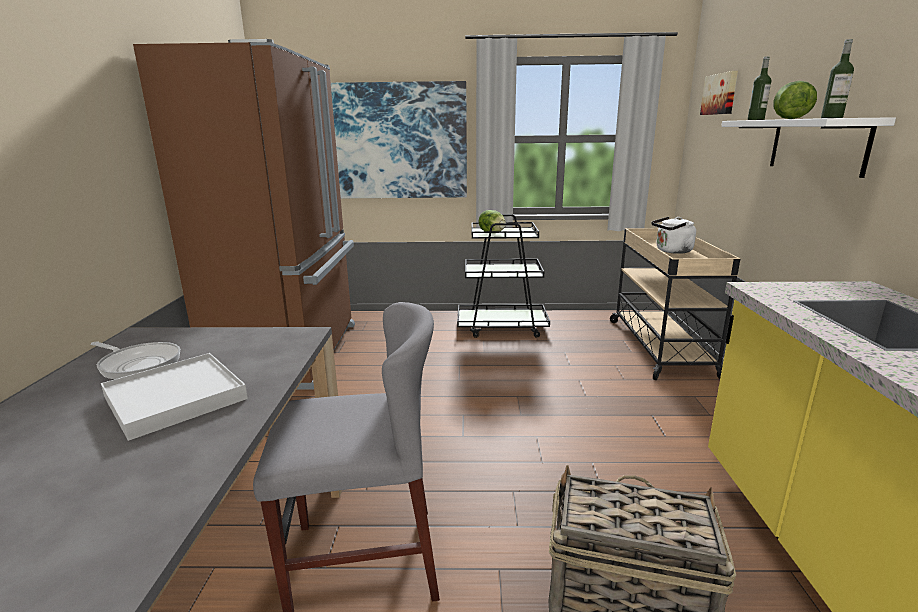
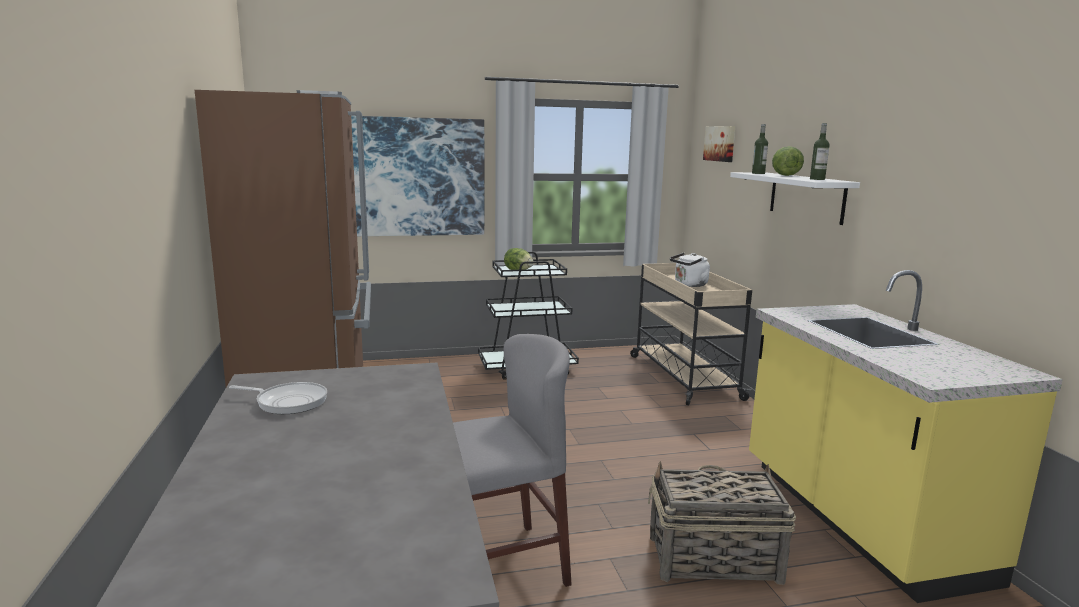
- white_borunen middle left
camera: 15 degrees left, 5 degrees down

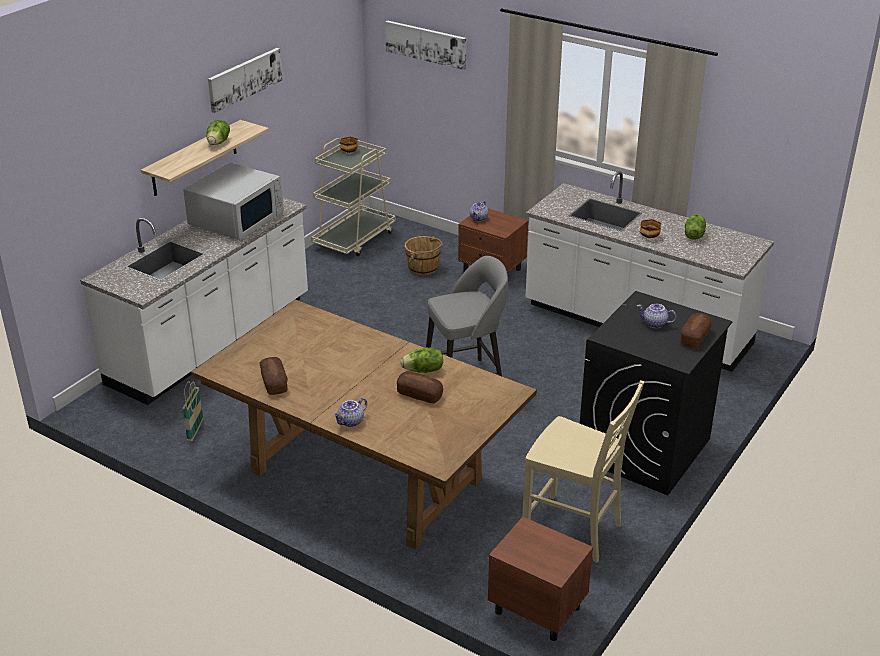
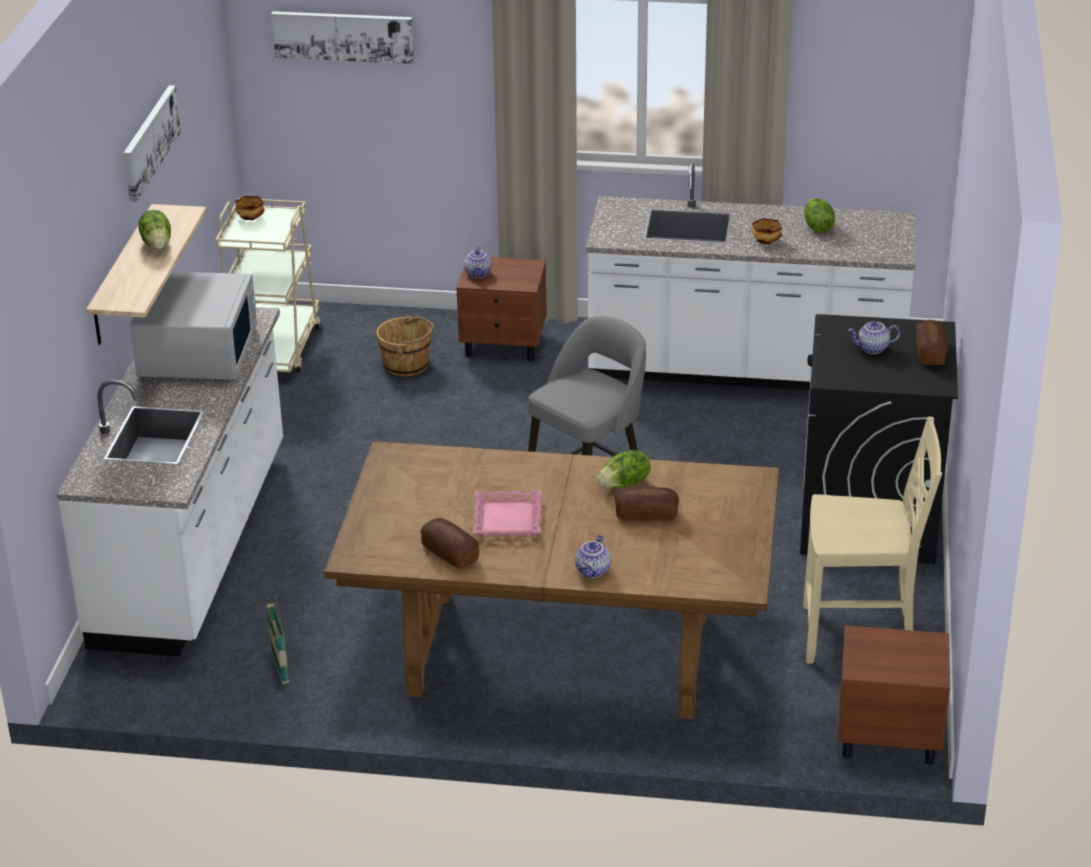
+ pink_borunen centre
camera: 25 degrees left, 0 degrees up

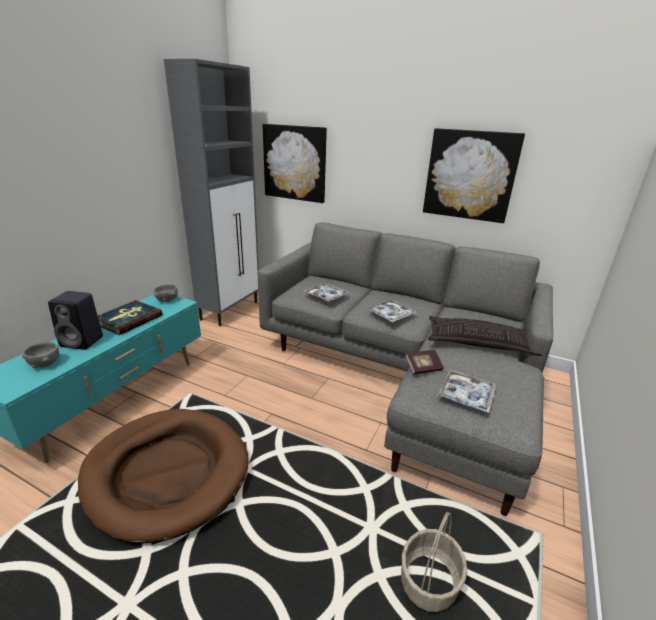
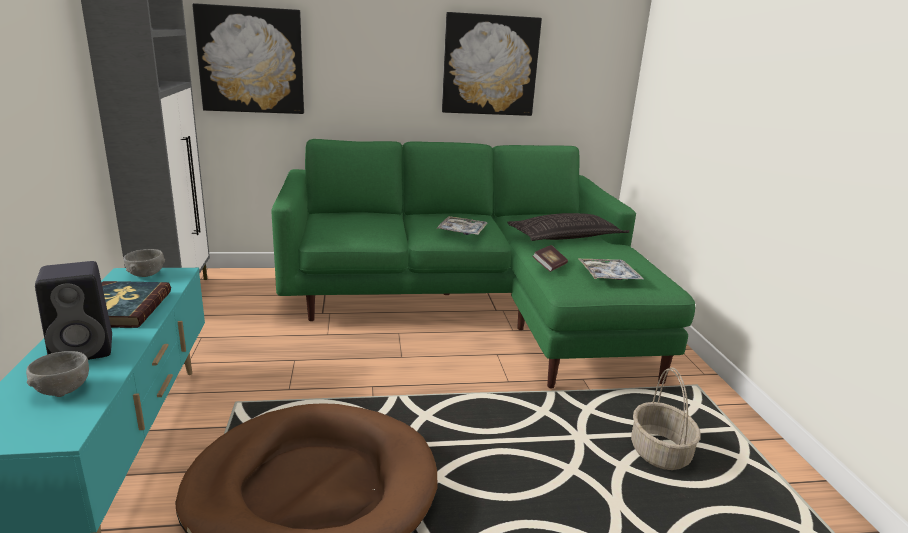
~ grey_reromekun centre to green_reromekun centre
- borunen (1st from left) centre
camera: 35 degrees left, 5 degrees down

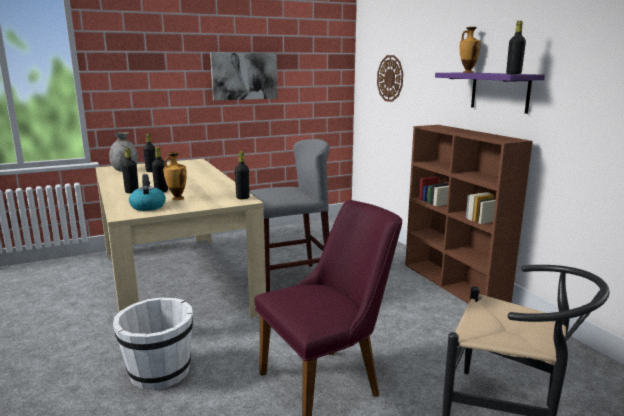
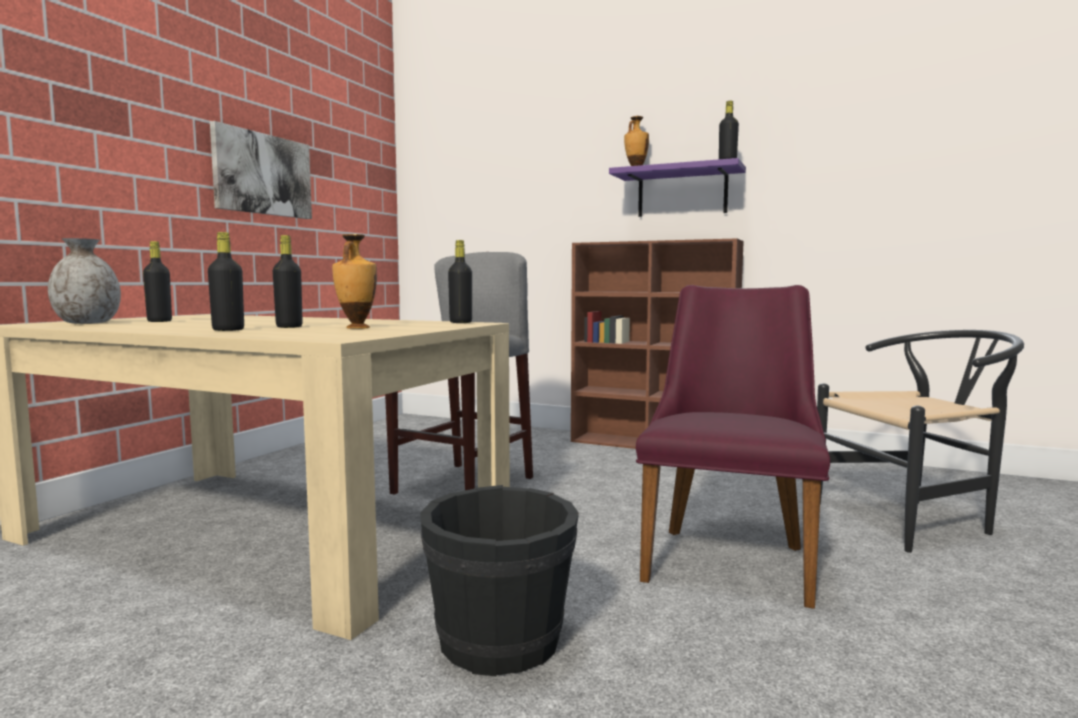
- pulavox top centre
- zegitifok middle left
~ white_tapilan bottom left to black_tapilan bottom centre
camera: 40 degrees left, 10 degrees down

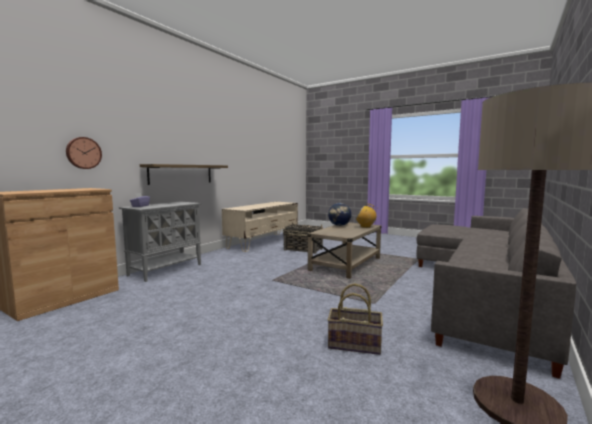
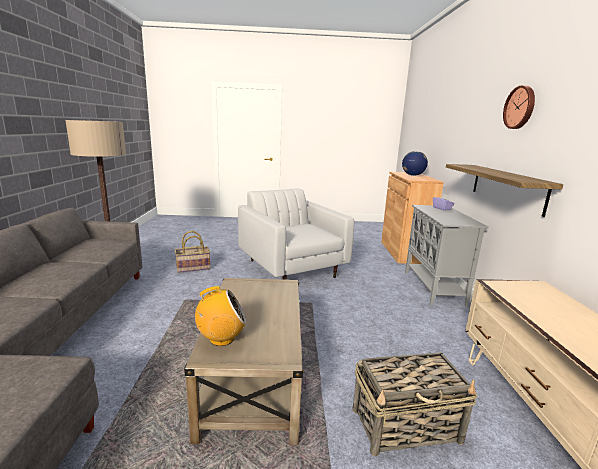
~ pulavox middle left to top right
~ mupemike centre to middle right
+ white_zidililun centre
camera: 145 degrees right, 10 degrees up

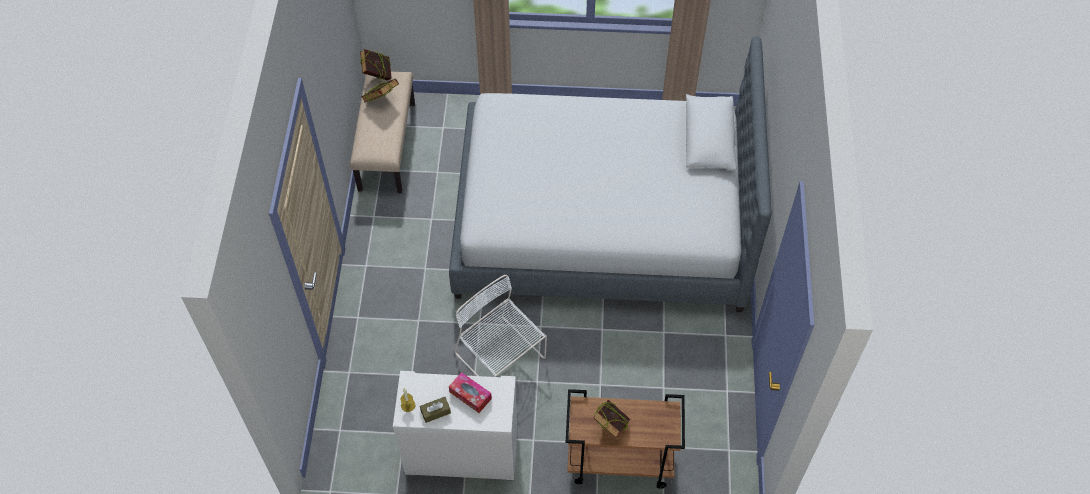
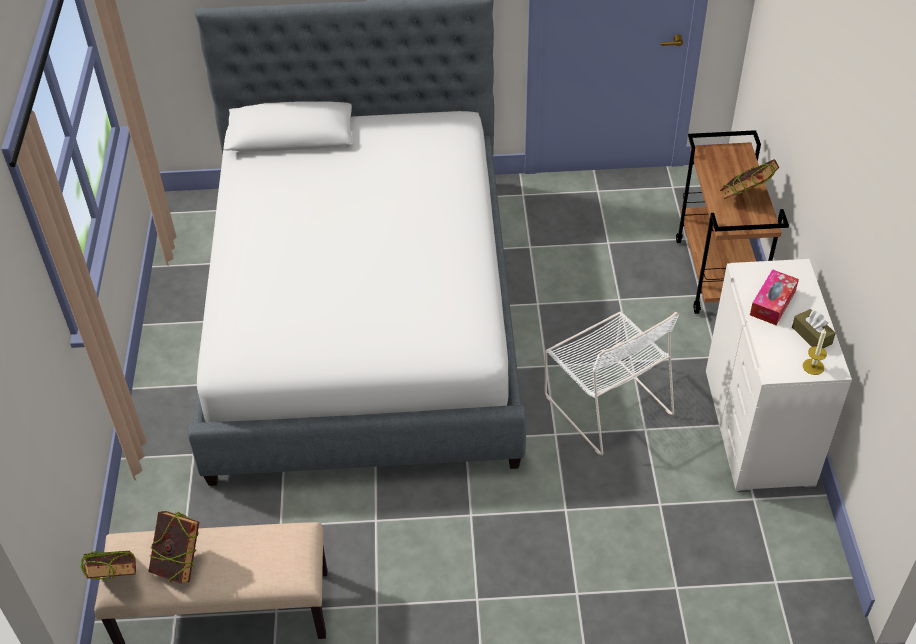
~ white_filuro centre = middle right 75 degrees counterclockwise
camera: 95 degrees left, 10 degrees down

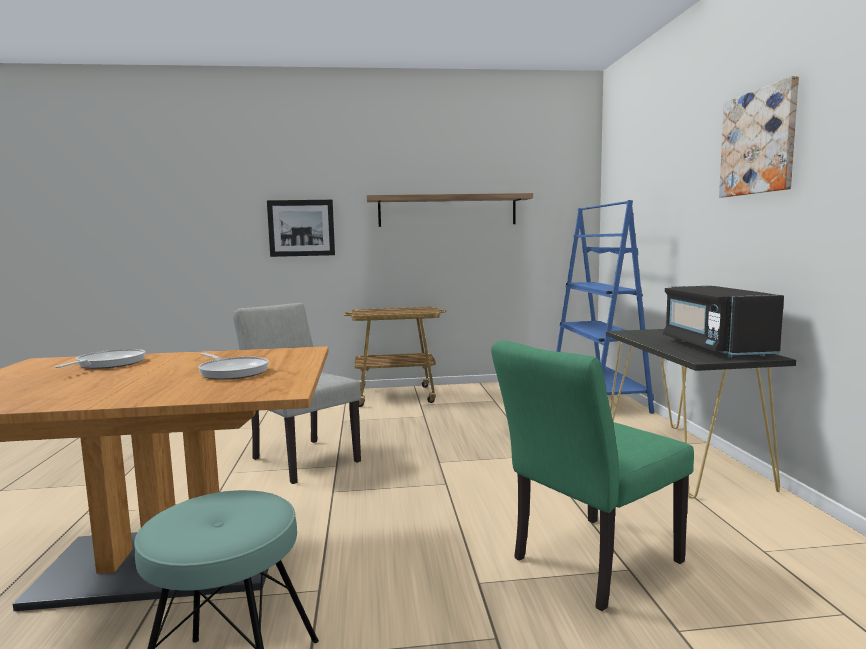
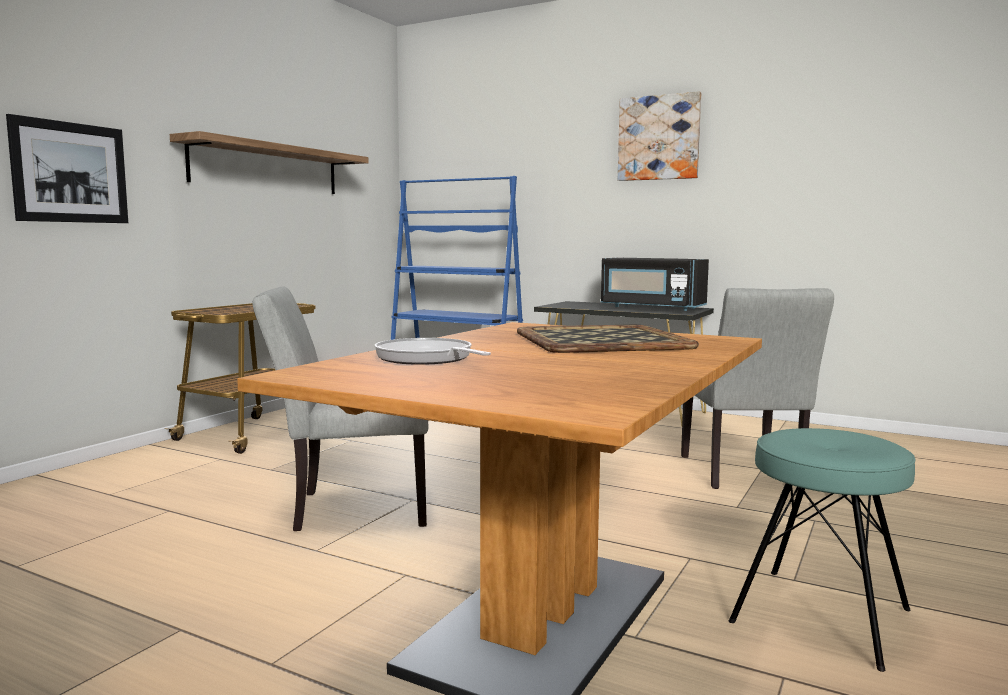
~ green_filuro bottom right to grey_filuro (2nd from left) middle right
~ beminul (2nd from left) middle left to borunen centre
camera: 55 degrees left, 0 degrees up

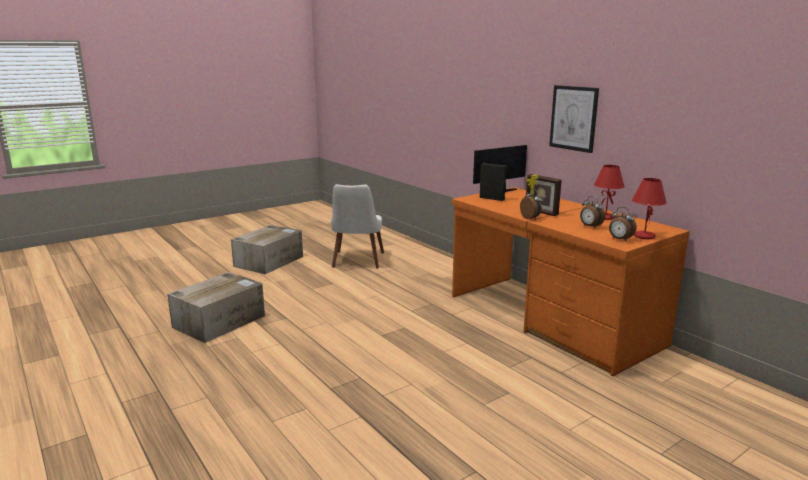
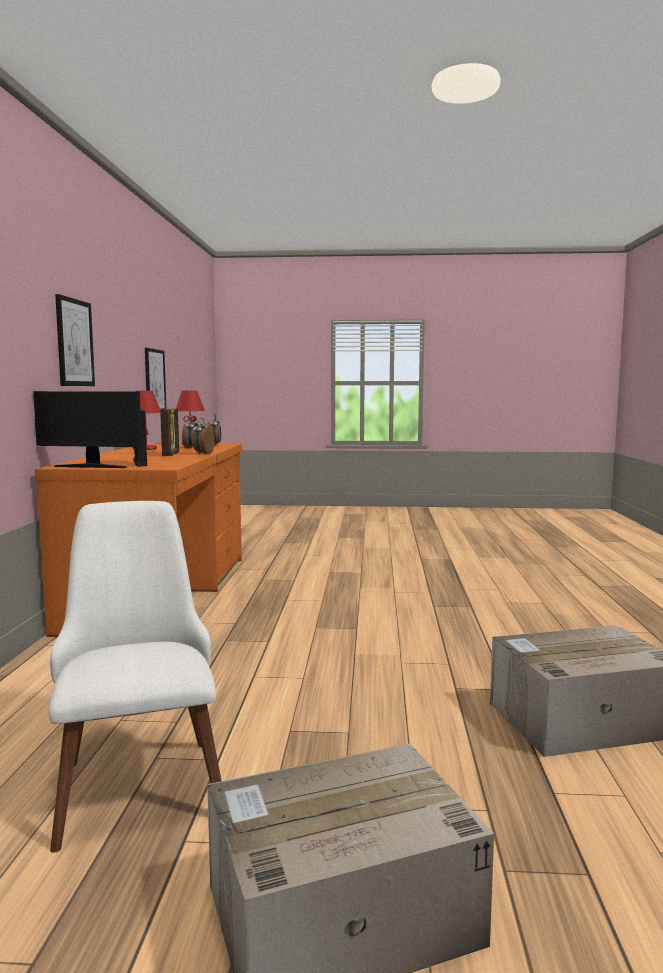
~ white_filuro centre = bottom left 60 degrees counterclockwise
+ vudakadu (2nd from left) middle left
camera: 140 degrees left, 10 degrees down

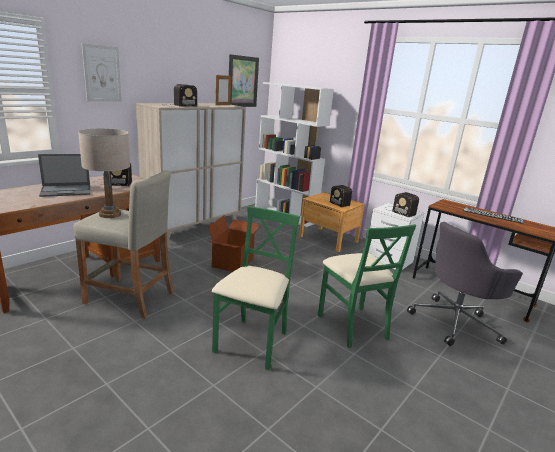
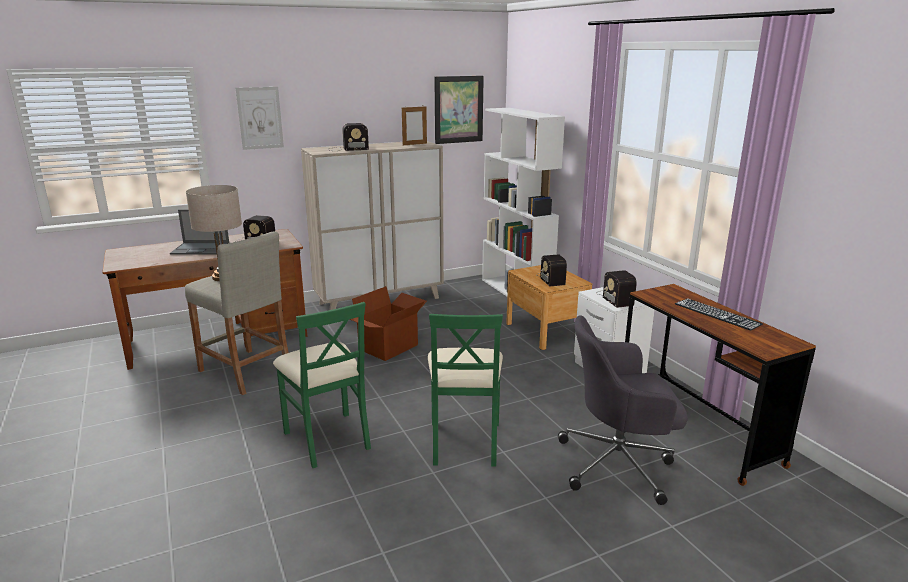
~ green_filuro (1st from left) centre = centre 105 degrees clockwise
camera: 25 degrees right, 0 degrees up

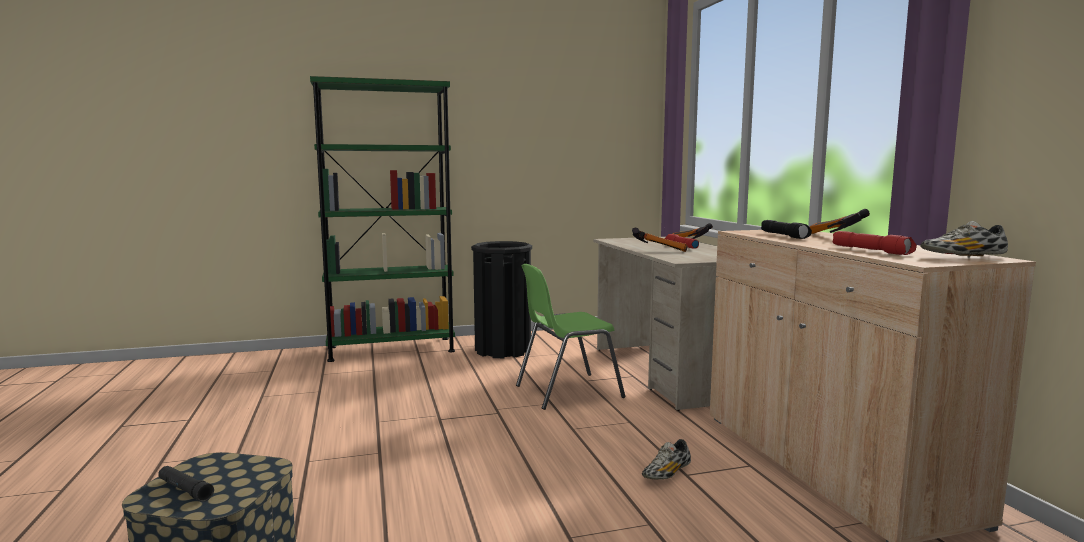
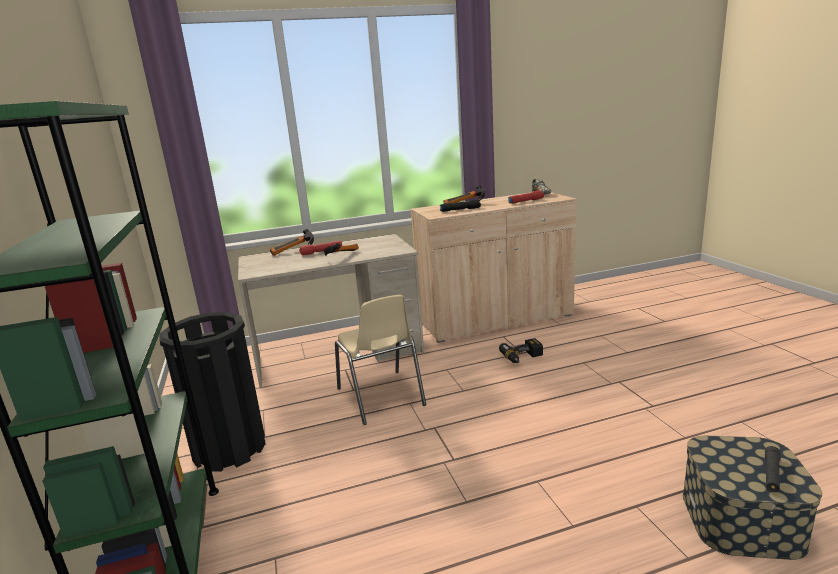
~ green_filuro centre to beige_filuro centre
~ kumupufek (1st from left) bottom centre to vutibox centre
camera: 90 degrees left, 10 degrees up

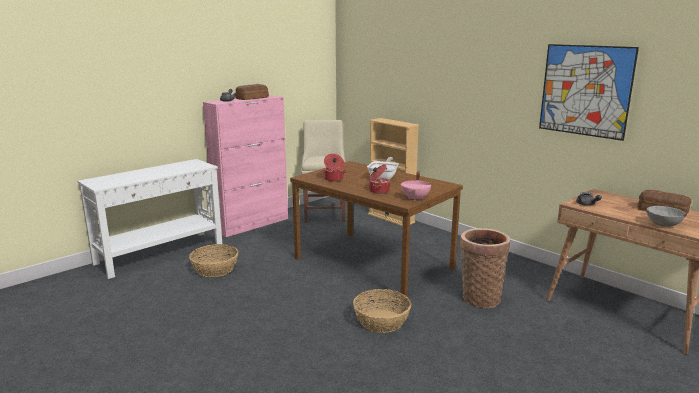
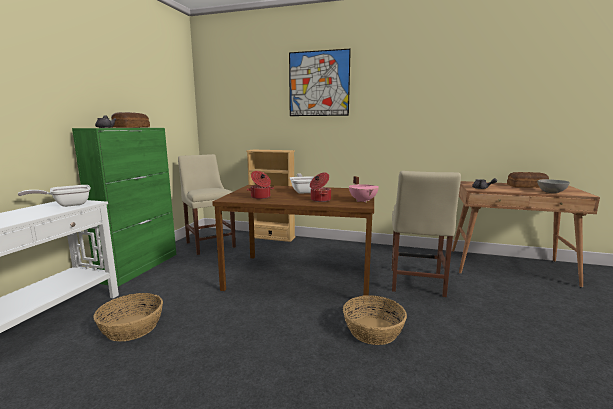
~ vudakadu top right to top centre
~ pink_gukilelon centre to green_gukilelon middle left
~ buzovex (3rd from left) bottom right to beige_filuro (2nd from left) middle right
+ beminul (1st from left) middle left
camera: 30 degrees left, 5 degrees down

